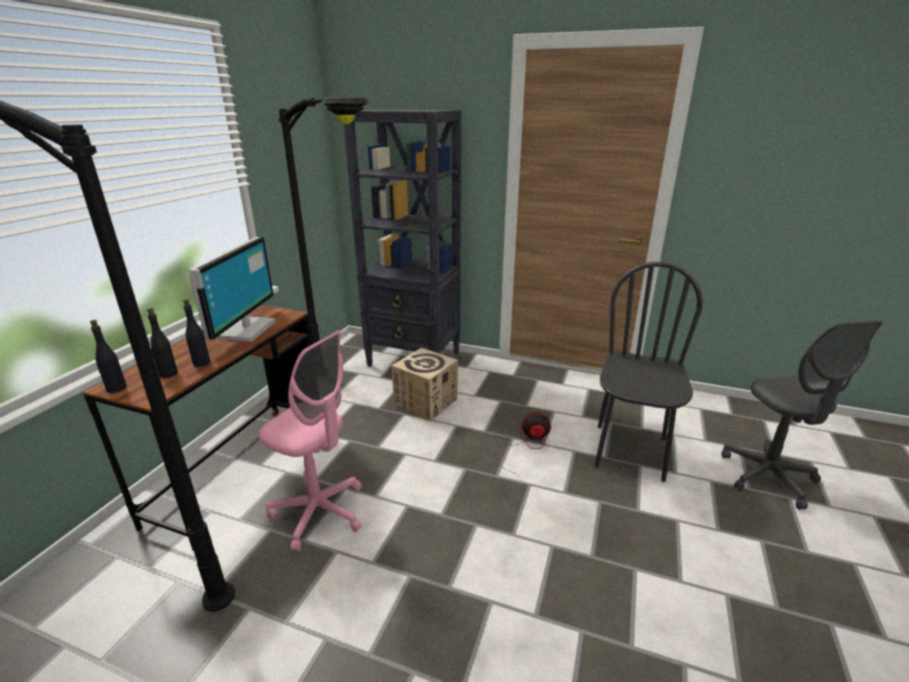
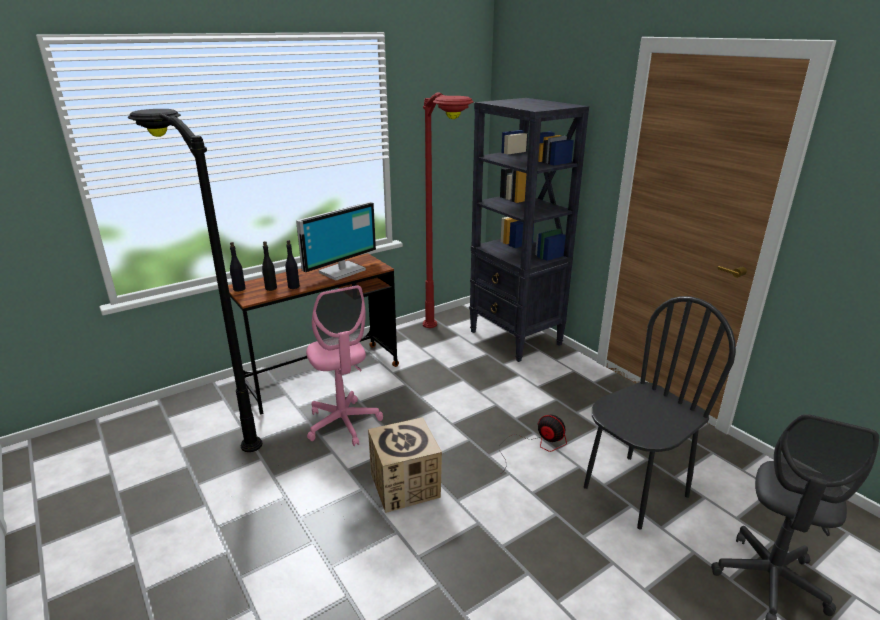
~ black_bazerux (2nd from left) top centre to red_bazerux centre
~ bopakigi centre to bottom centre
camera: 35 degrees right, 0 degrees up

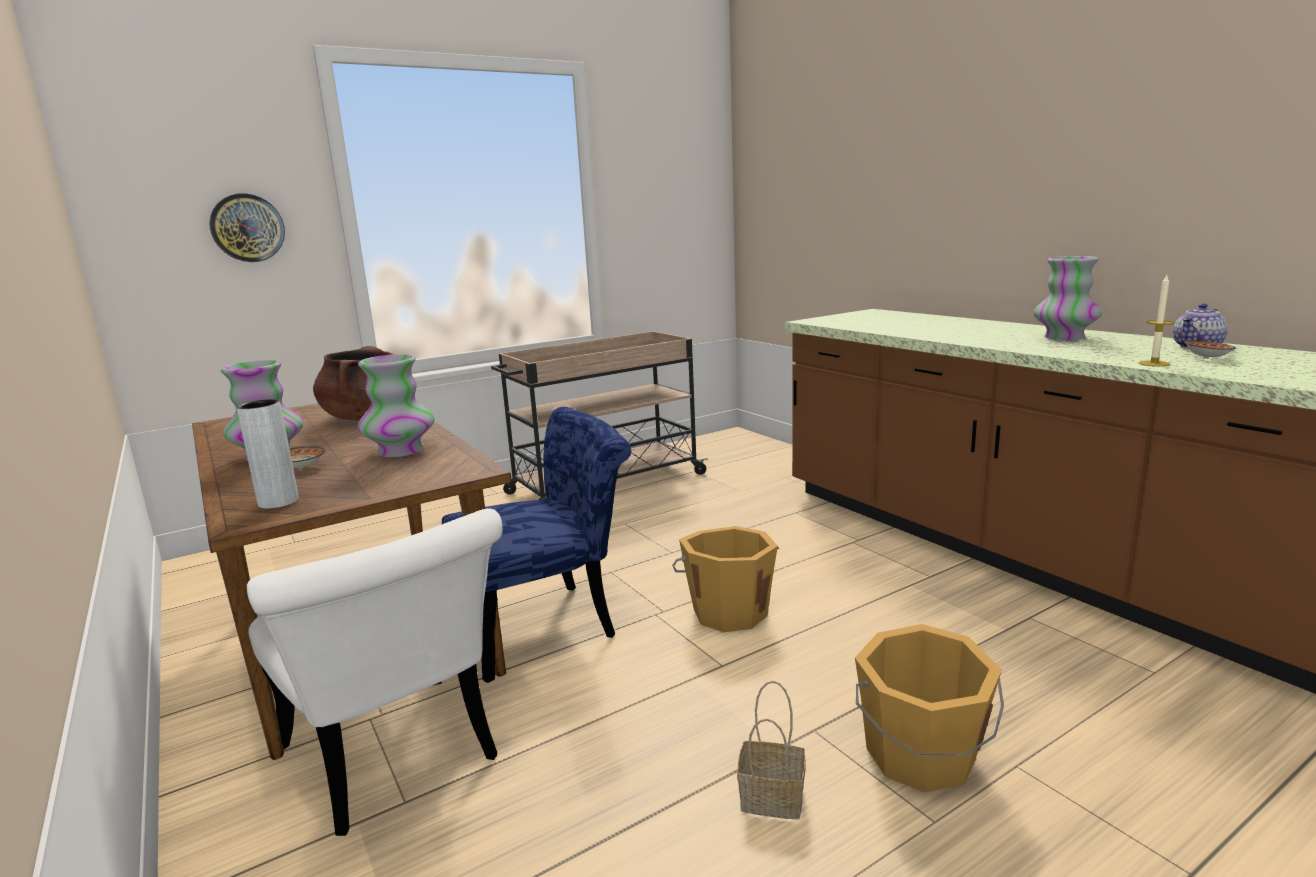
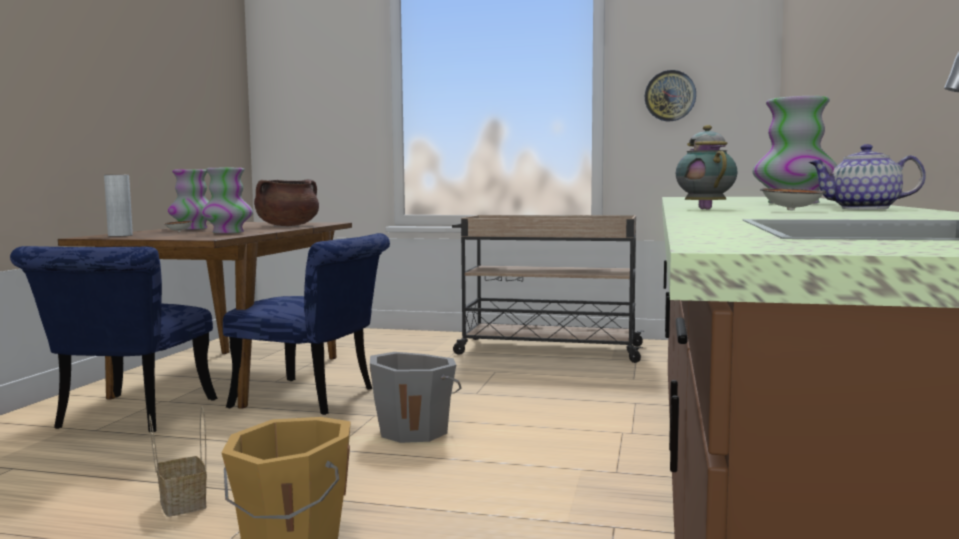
~ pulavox top left to top right
~ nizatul middle right to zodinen (1st from left) top right
~ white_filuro bottom left to blue_filuro (1st from left) middle left
~ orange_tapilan (1st from left) centre to grey_tapilan bottom centre
camera: 45 degrees right, 10 degrees down

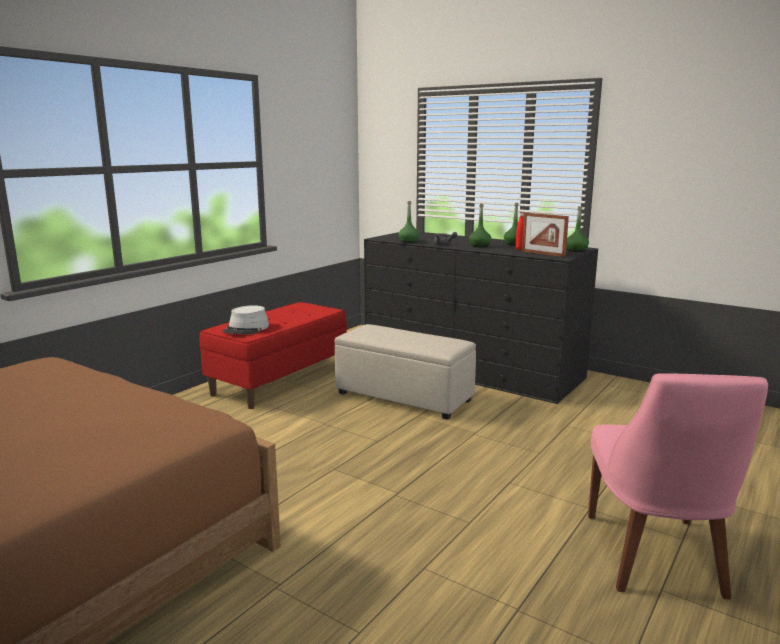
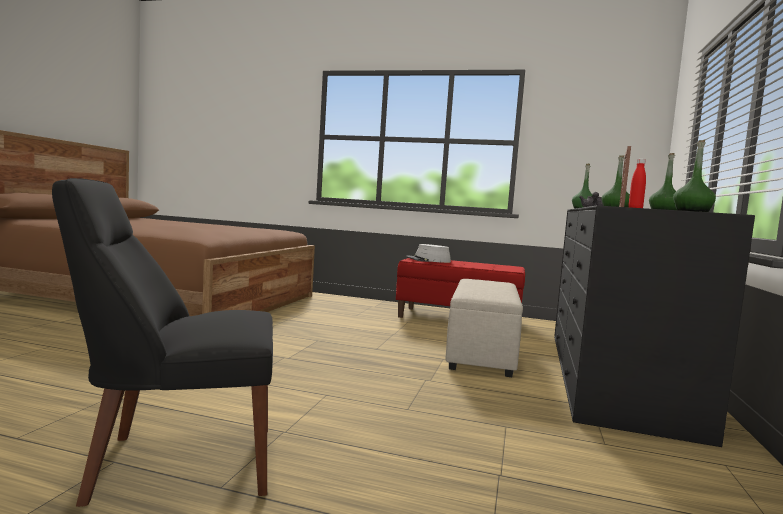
~ pink_filuro bottom right to black_filuro middle left
camera: 70 degrees right, 10 degrees down

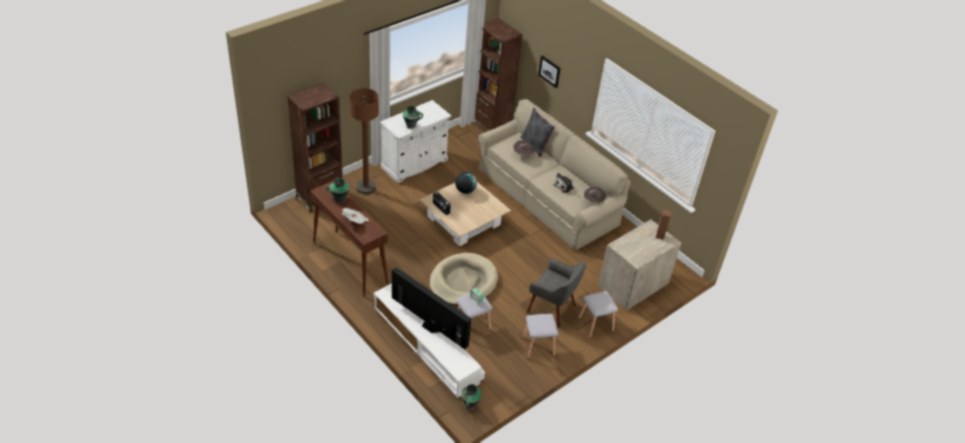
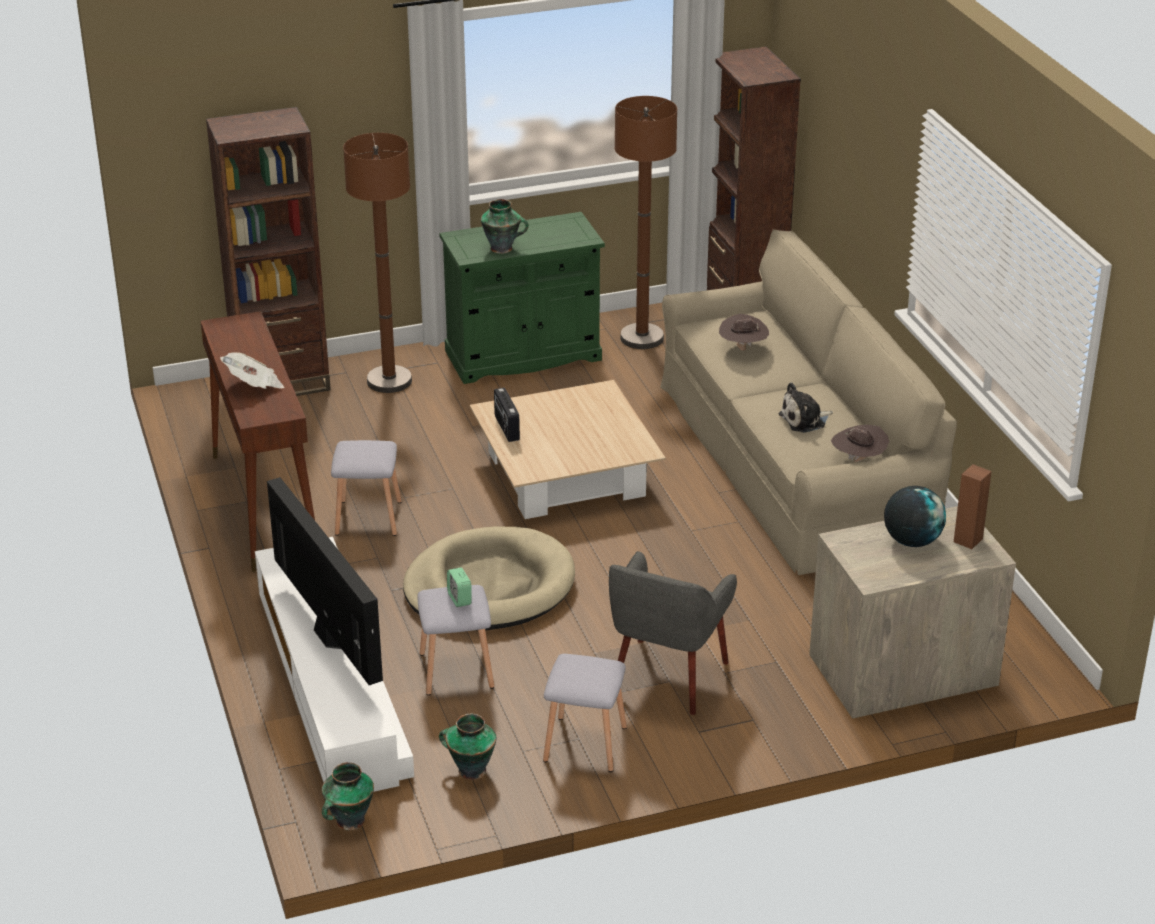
- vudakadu top centre
~ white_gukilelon top centre to green_gukilelon top centre
- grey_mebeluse top centre
~ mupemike centre to middle right
~ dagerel (1st from left in the first image) centre to dagerel (2nd from left) bottom centre
~ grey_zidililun centre = bottom centre 60 degrees clockwise
~ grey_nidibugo (3rd from left in the first image) bottom centre to grey_nidibugo (1st from left) middle left
+ brown_bazerux (2nd from left) top centre
camera: 25 degrees right, 10 degrees down

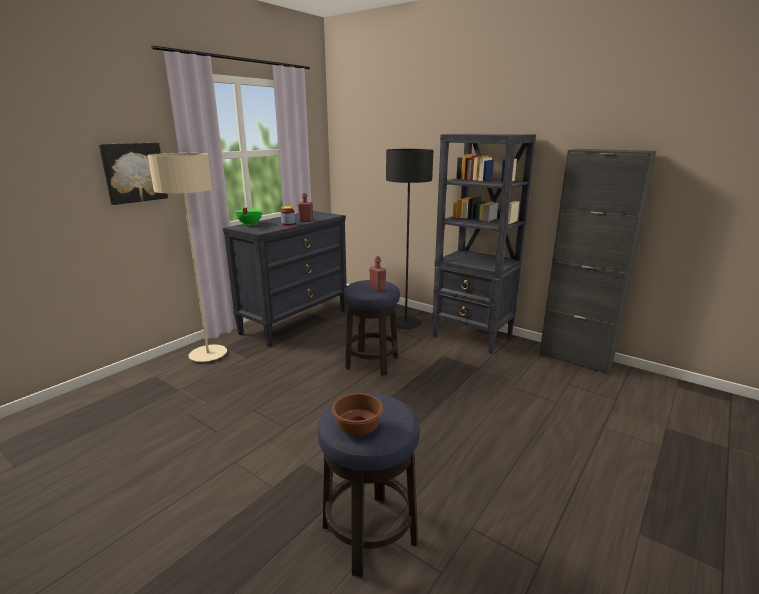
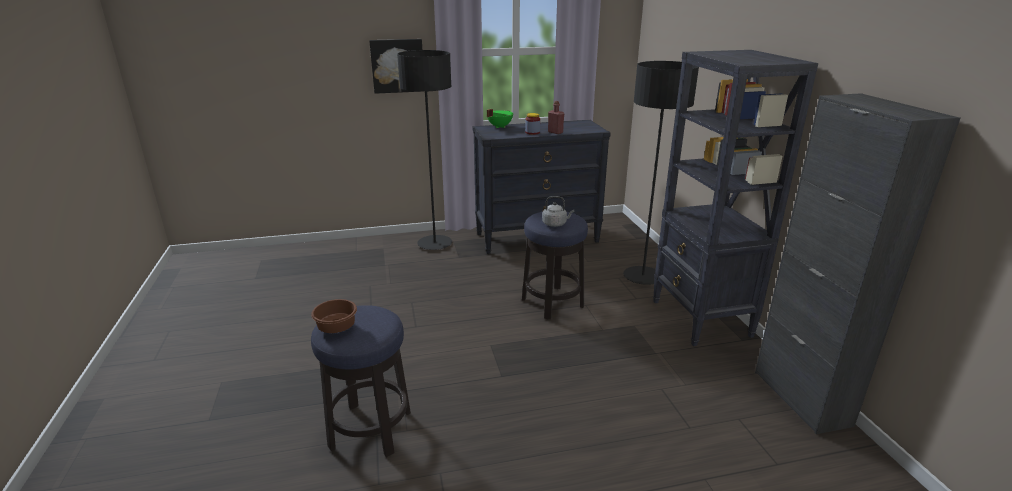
~ beige_bazerux middle left to black_bazerux (1st from left) top centre
~ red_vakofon (2nd from left) centre to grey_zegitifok centre
camera: 40 degrees right, 5 degrees up

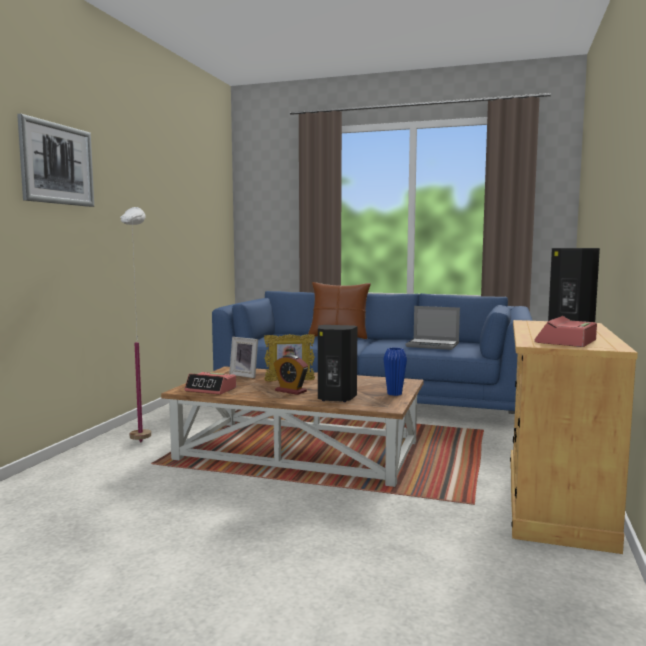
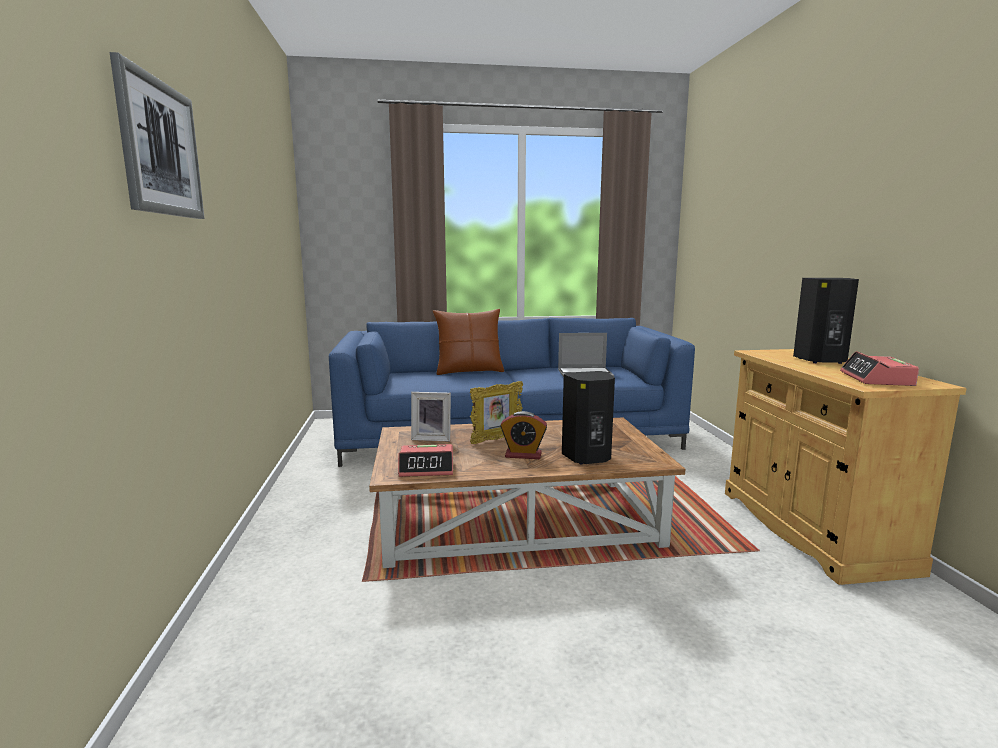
- white_bazerux middle left
- blue_dagerel centre
camera: 25 degrees left, 5 degrees up

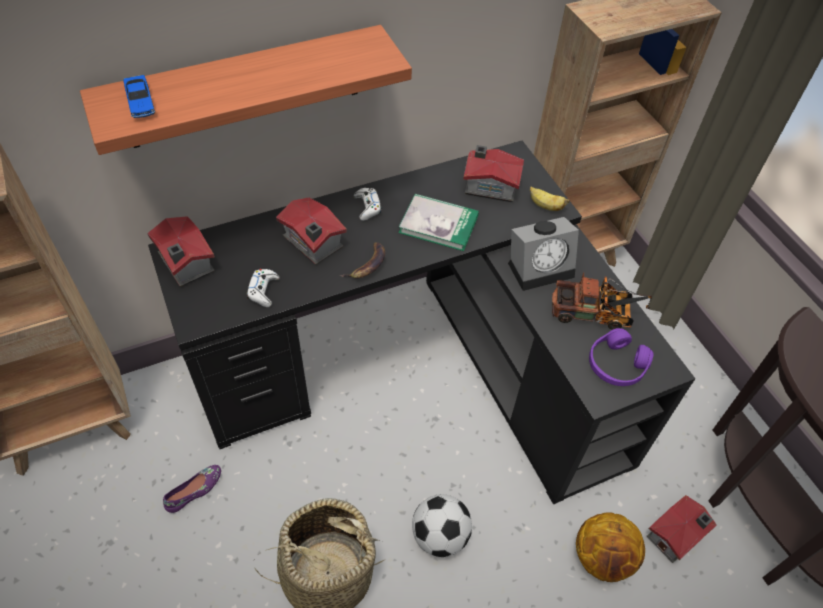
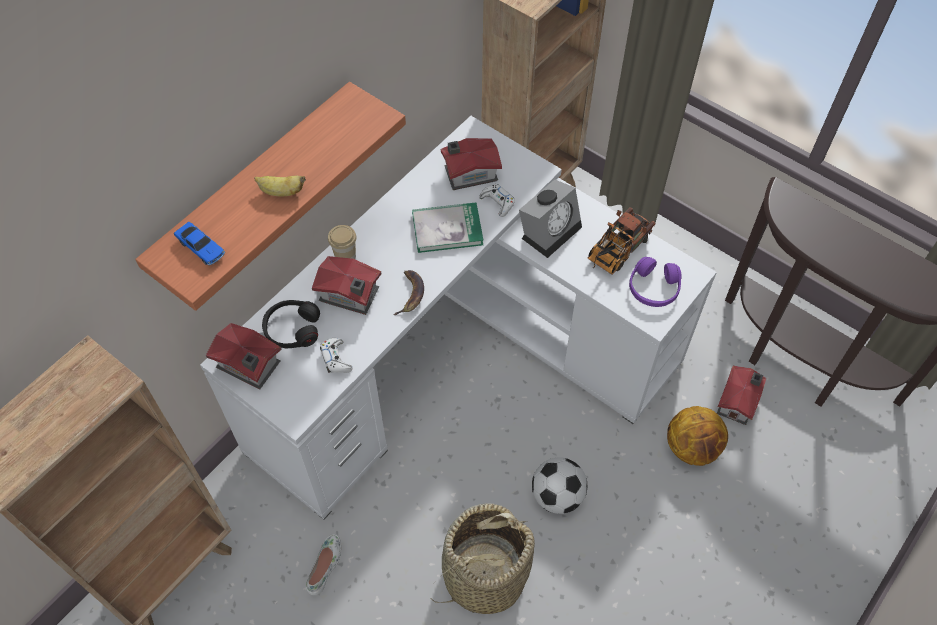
~ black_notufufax centre to white_notufufax centre
~ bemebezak (2nd from left in the first image) top right to bemebezak (1st from left) top left
~ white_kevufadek (2nd from left) centre to top centre
~ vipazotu middle right = centre 150 degrees clockwise
~ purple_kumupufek bottom left to white_kumupufek bottom centre
+ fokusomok centre
+ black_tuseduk middle left
camera: 25 degrees left, 5 degrees up

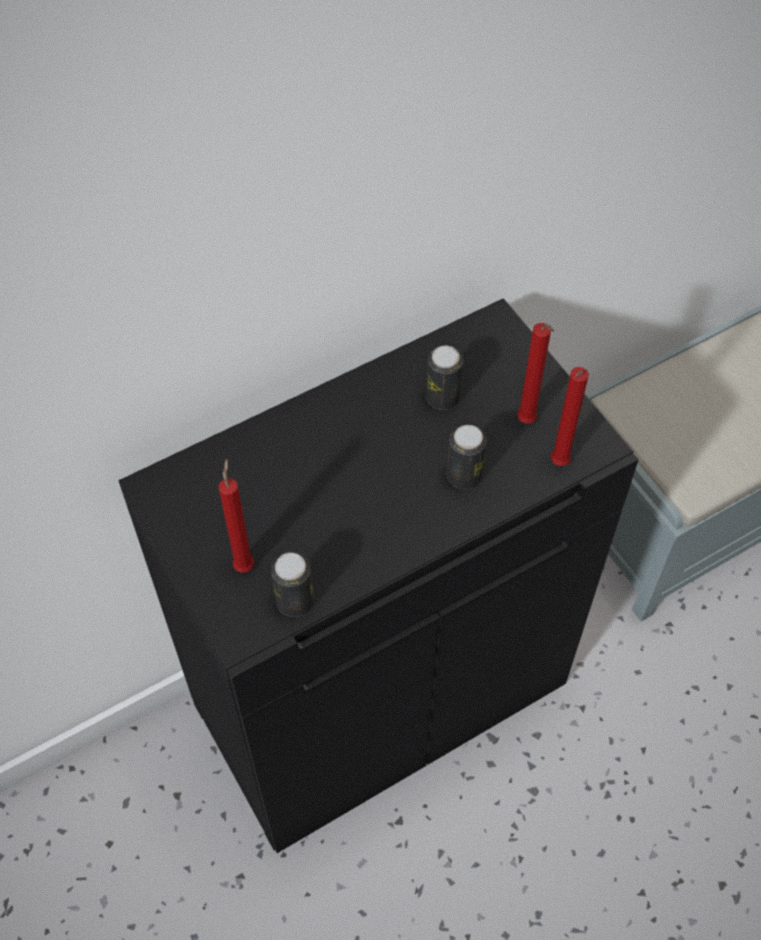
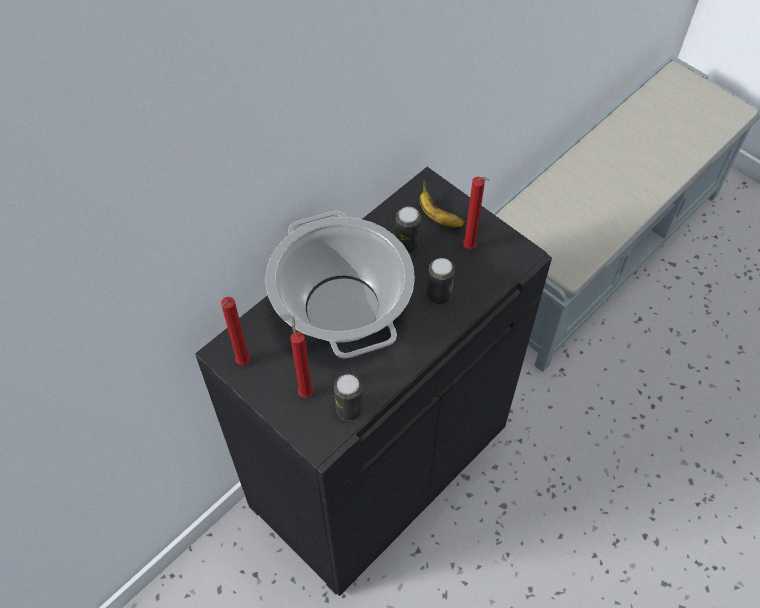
~ red_nizatul (3rd from left in the first image) middle right to red_nizatul (1st from left) middle left
+ bemebezak centre
+ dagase centre
camera: 15 degrees left, 0 degrees up

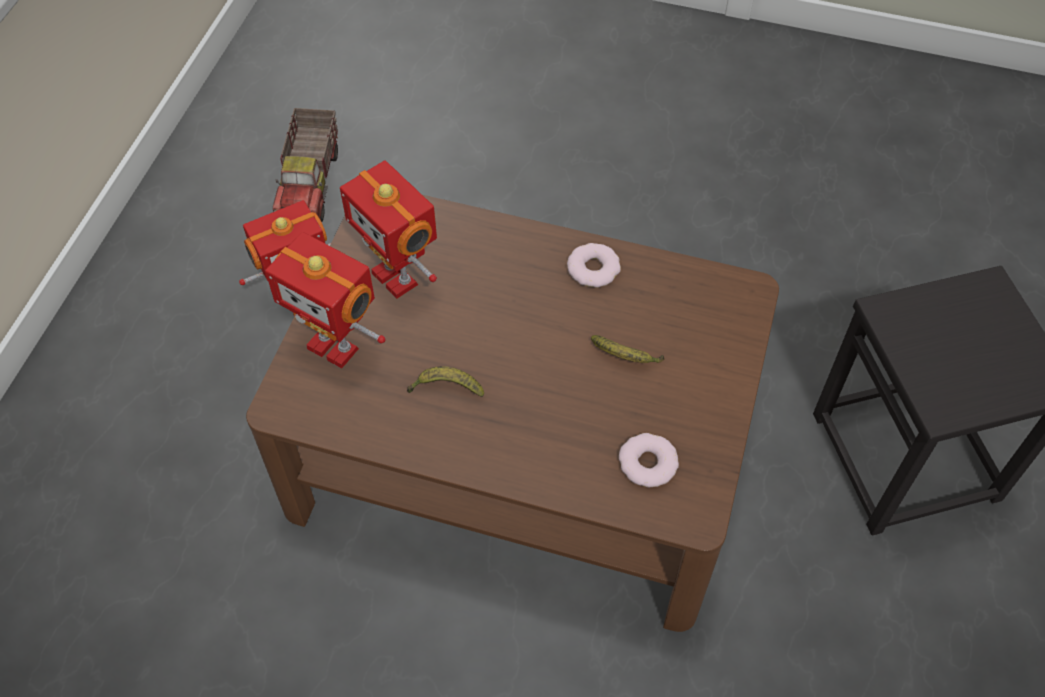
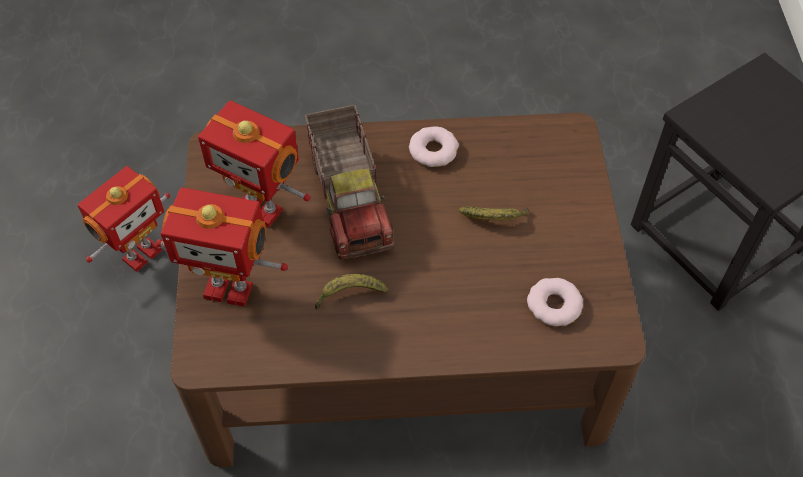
~ vipazotu top left to centre
camera: 20 degrees left, 0 degrees up

